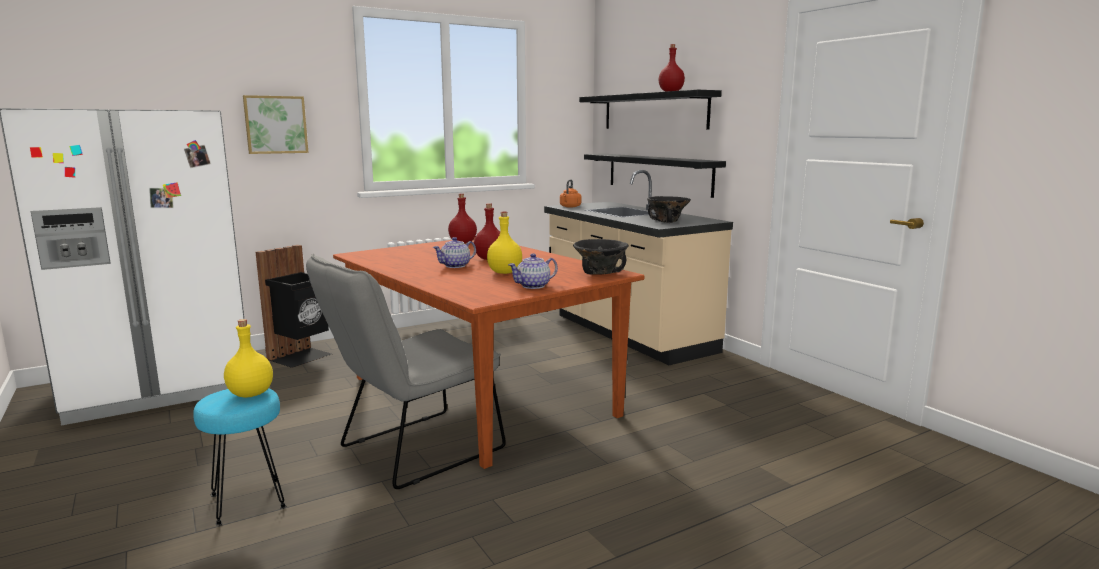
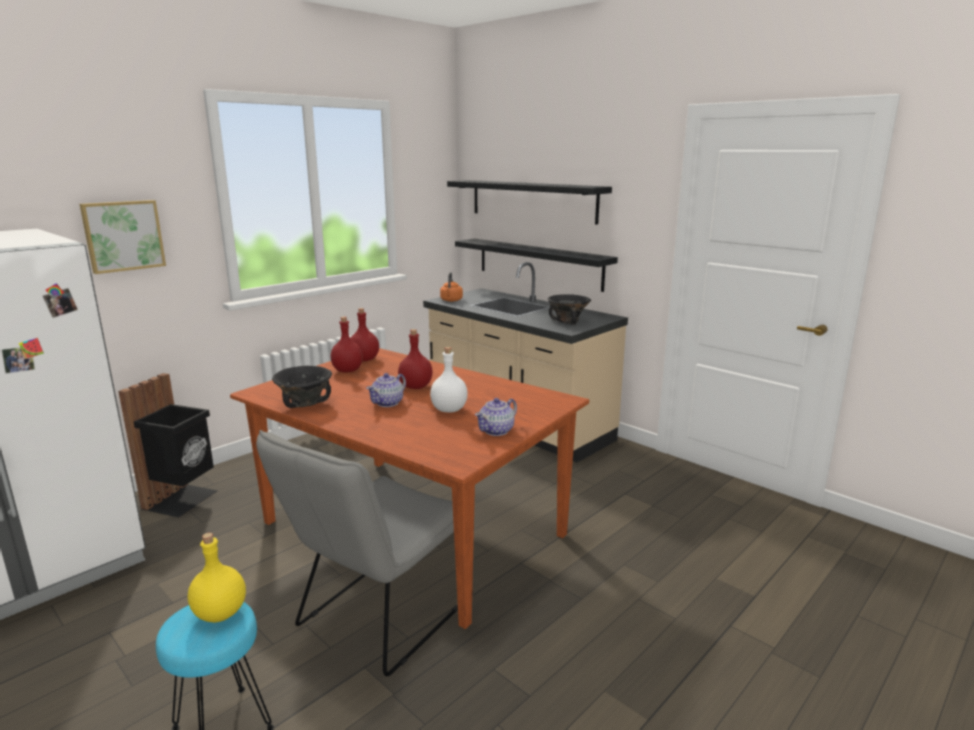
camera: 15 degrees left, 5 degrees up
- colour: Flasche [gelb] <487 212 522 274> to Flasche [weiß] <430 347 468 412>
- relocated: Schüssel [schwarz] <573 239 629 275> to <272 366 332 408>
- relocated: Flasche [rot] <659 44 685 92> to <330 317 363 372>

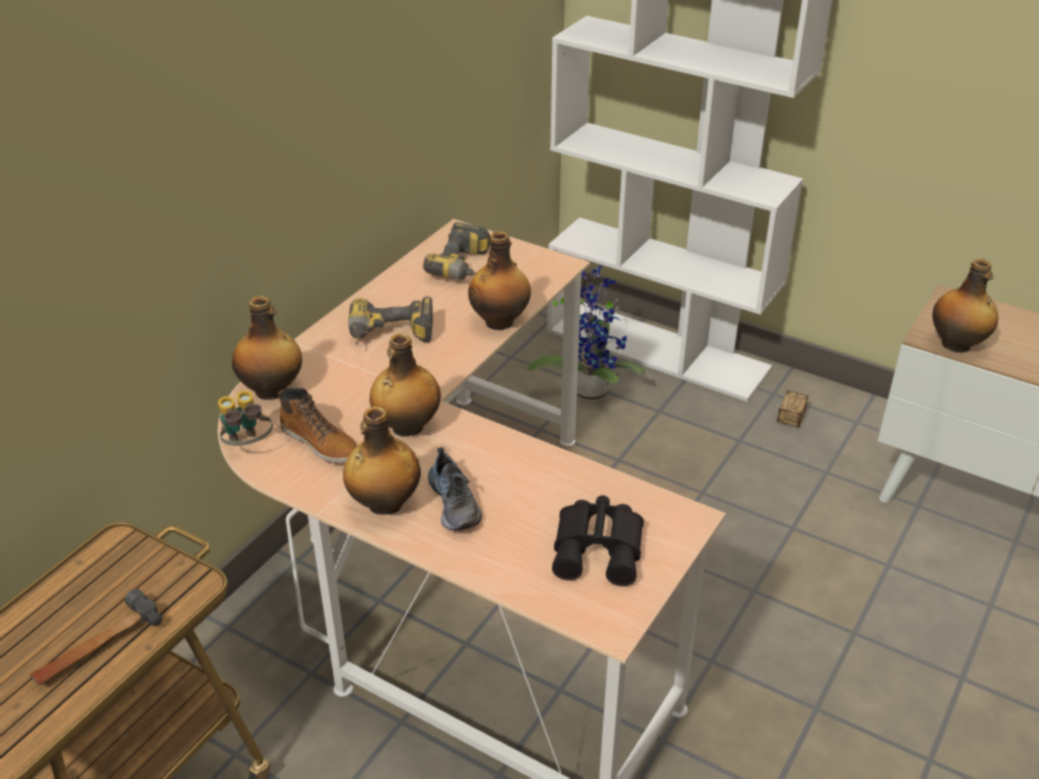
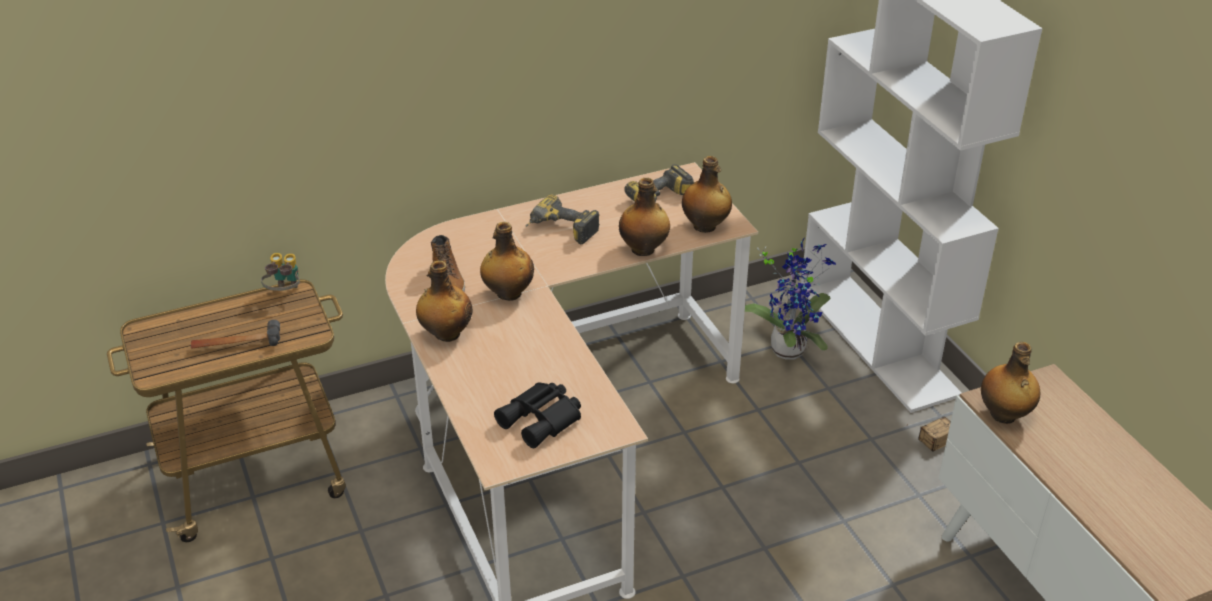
camera: 35 degrees right, 0 degrees up
- relocated: Fernglas <218 390 273 446> to <261 253 300 291>
- relocated: Flasche <232 296 302 400> to <682 156 732 233>
- missing: Schuh <428 447 482 531>

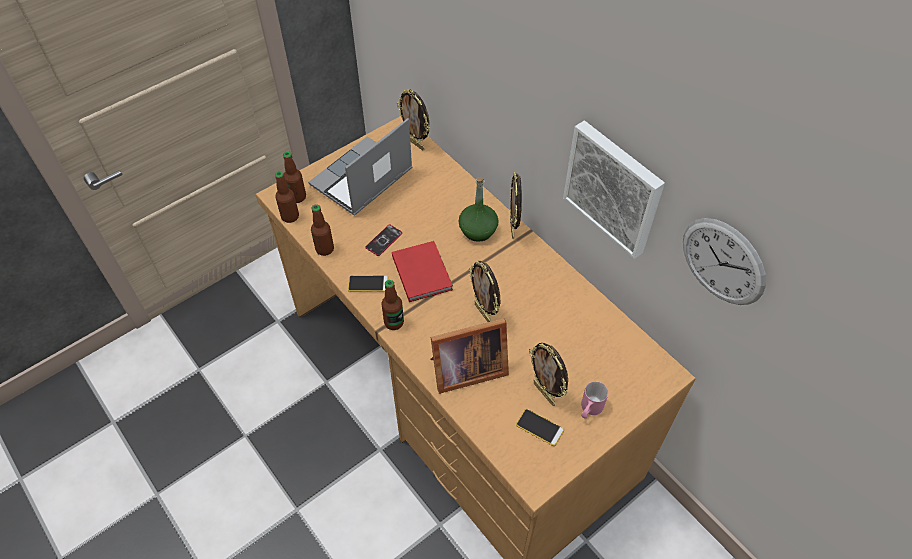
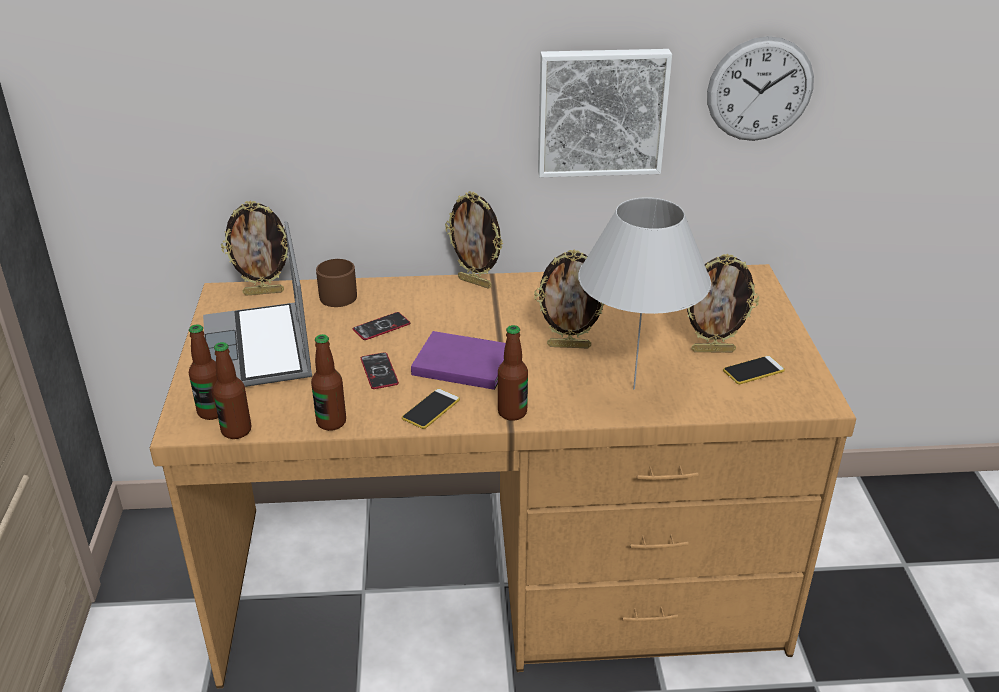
camera: 55 degrees left, 20 degrees down
- colour: Buch [rot] <392 241 453 302> to Buch [lila] <411 331 506 390>
- exchanged: Bilderrahmen <430 318 509 394> to Tischlampe [weiß] <578 197 711 389>
- missing: Flasche [grün] <458 177 499 242>
- missing: Henkelbecher [rosa] <581 381 608 419>
- appeared: Henkelbecher [braun] <316 259 357 307>
- appeared: Handy <353 312 410 340>

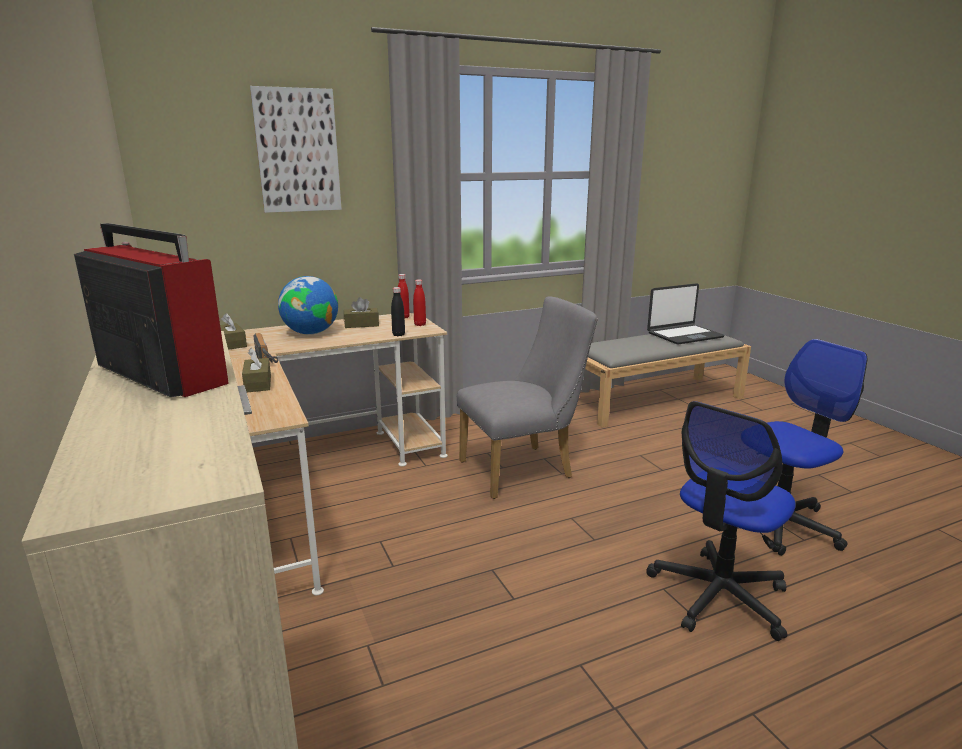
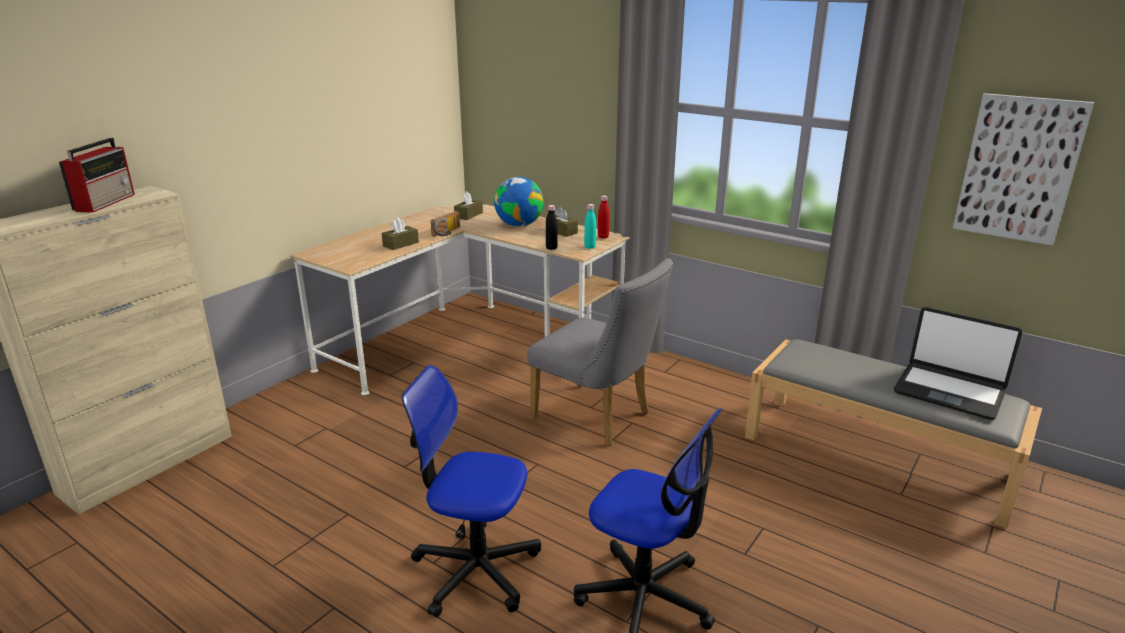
camera: 60 degrees right, 5 degrees up
- relocated: Bild <250 86 342 213> to <953 93 1094 245>
- colour: Flasche [rot] <413 279 426 326> to Flasche [türkis] <584 204 596 249>

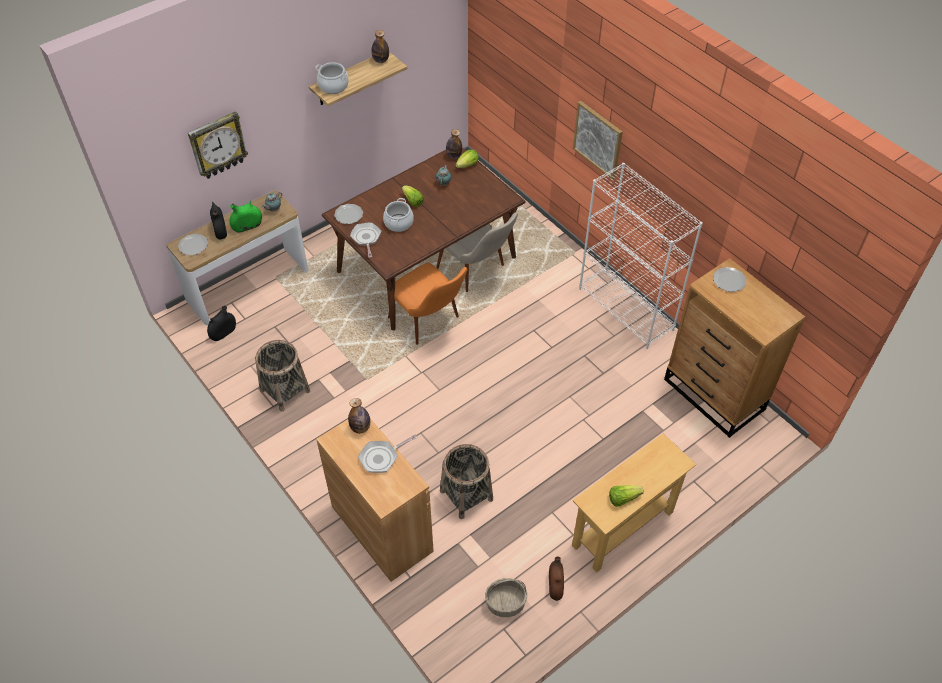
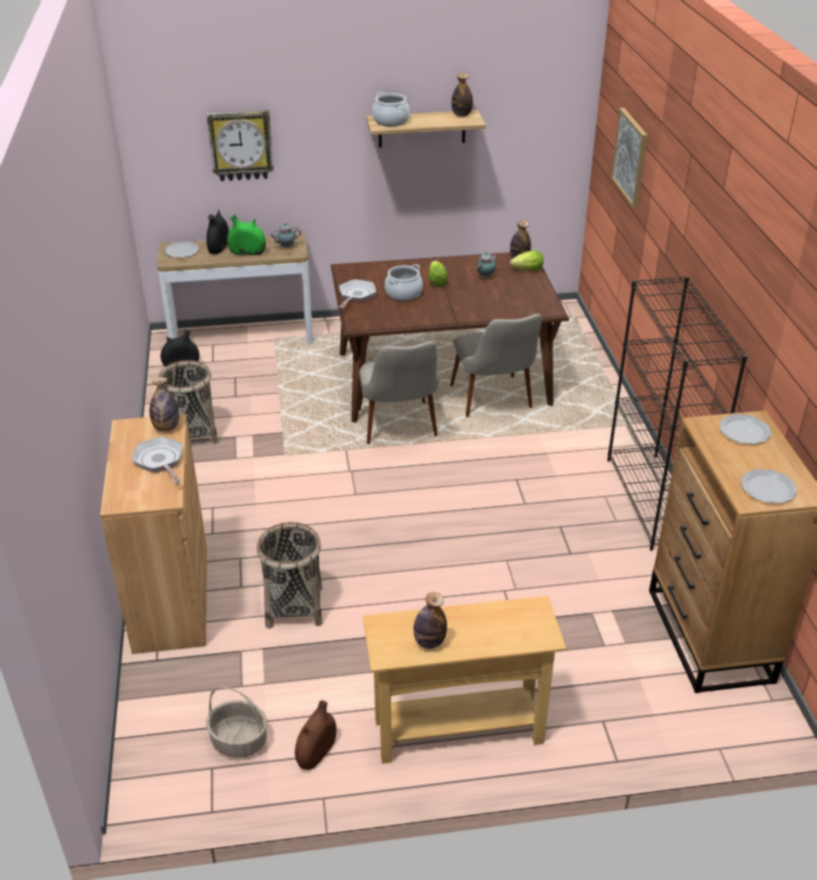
camera: 30 degrees right, 15 degrees down
- relocated: Teller <334 204 363 224> to <741 469 797 504>
- spun: Pfanne <358 434 418 473> = <132 436 183 483> 60 degrees clockwise
- colour: Stuhl [orange] <388 263 467 345> to Stuhl [beige] <359 341 439 444>
- relocated: Bild <573 101 623 180> to <611 108 648 208>
- colour: Bücherregal [weiß] <579 163 703 349> to Bücherregal [schwarz] <607 276 748 551>
- exchanged: Salatkopf <609 485 644 507> to Flasche <414 592 447 649>

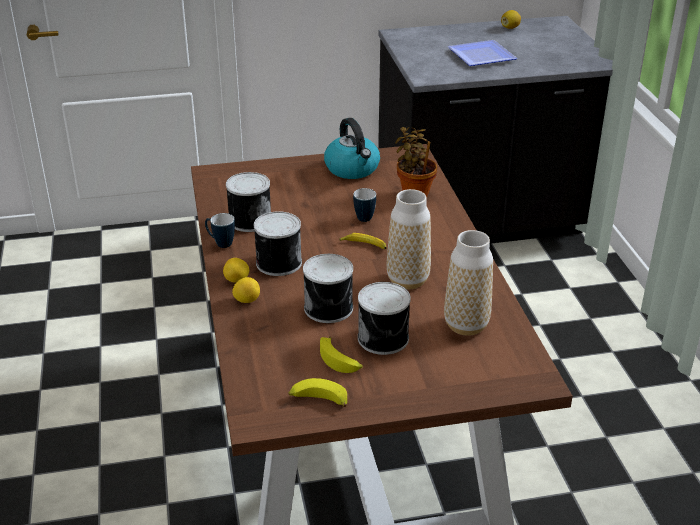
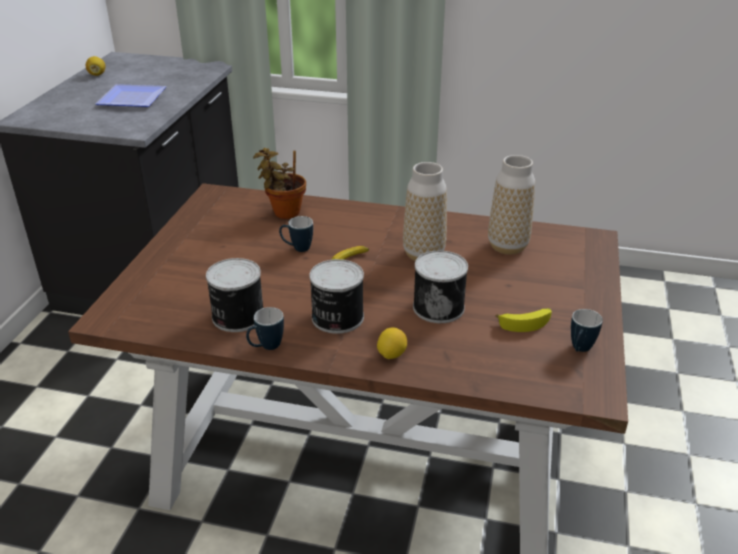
camera: 65 degrees left, 0 degrees up
- missing: Zitrone <223 258 249 282>
- exchanged: Banane <288 378 347 407> to Henkelbecher <571 309 603 352>
- missing: Wasserkessel <324 118 380 179>
- missing: Dose <358 282 411 355>

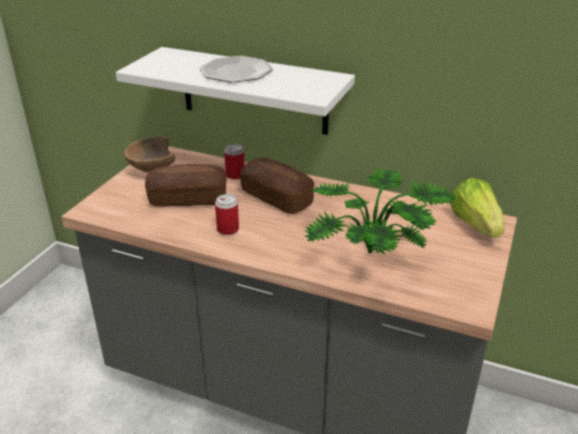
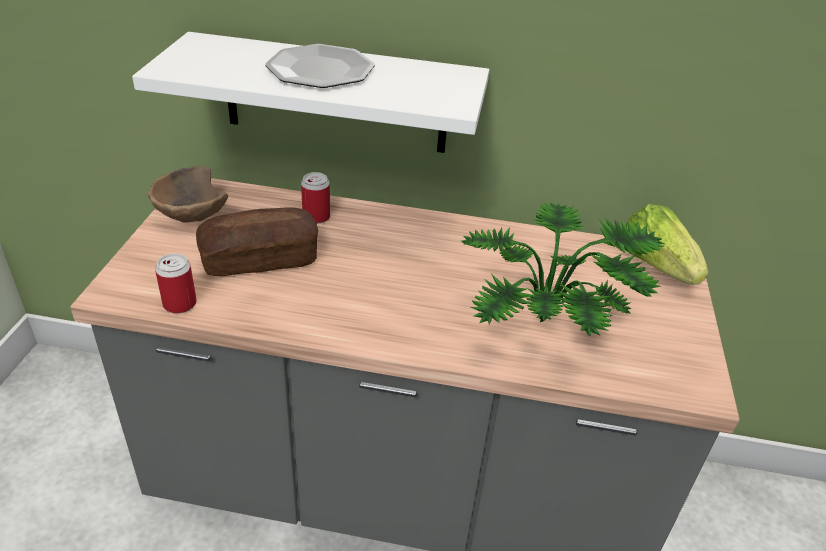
camera: 15 degrees left, 5 degrees up
- relocated: Dose <215 194 239 235> to <155 253 197 313>
- missing: Brot <240 158 315 214>

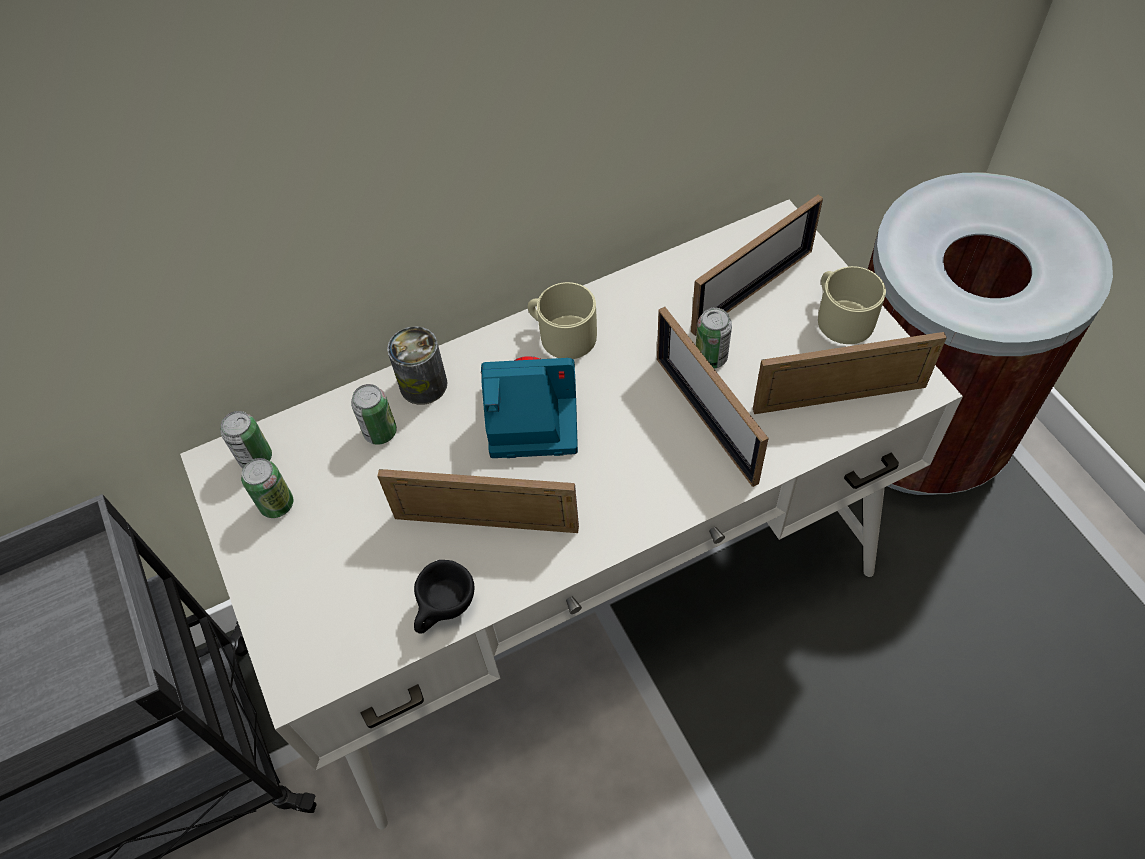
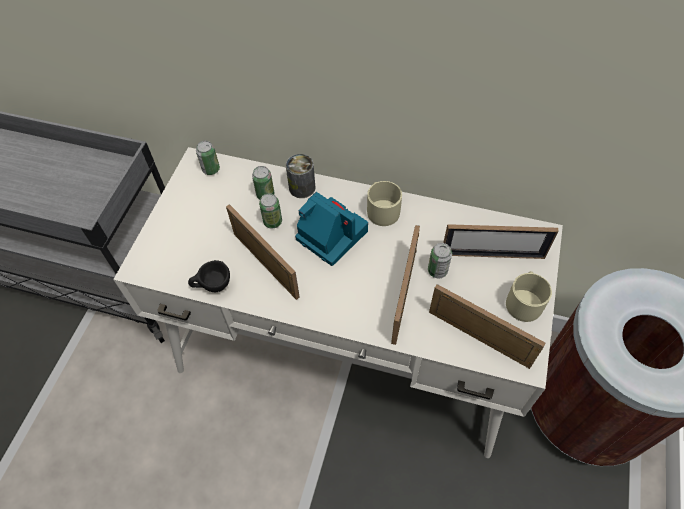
camera: 40 degrees right, 0 degrees up
- relocated: Dose <241 458 294 518> to <259 193 282 228>

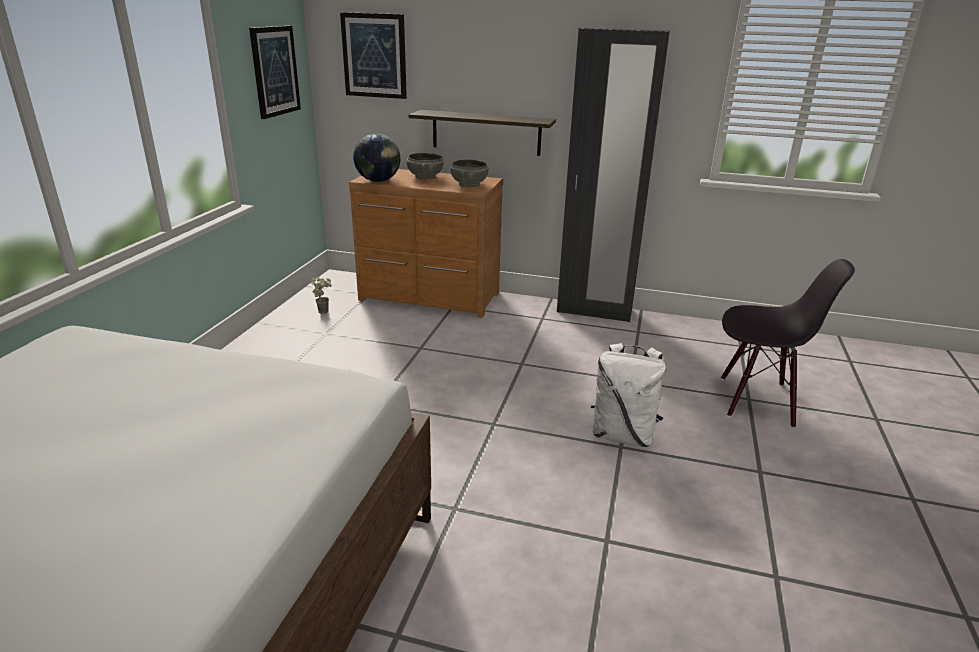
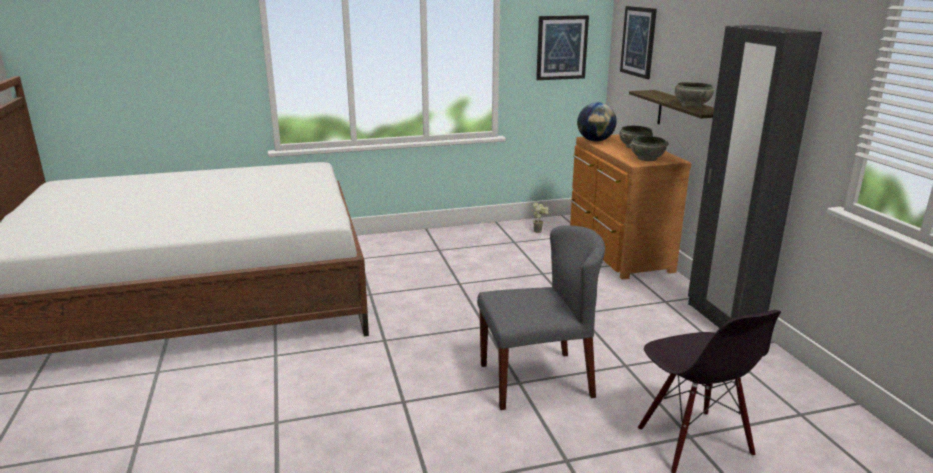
camera: 60 degrees right, 5 degrees down
- exchanged: Rucksack [weiß] <591 343 666 447> to Stuhl [grau] <477 225 605 410>
- appeared: Schüssel [grau] <675 82 714 108>

